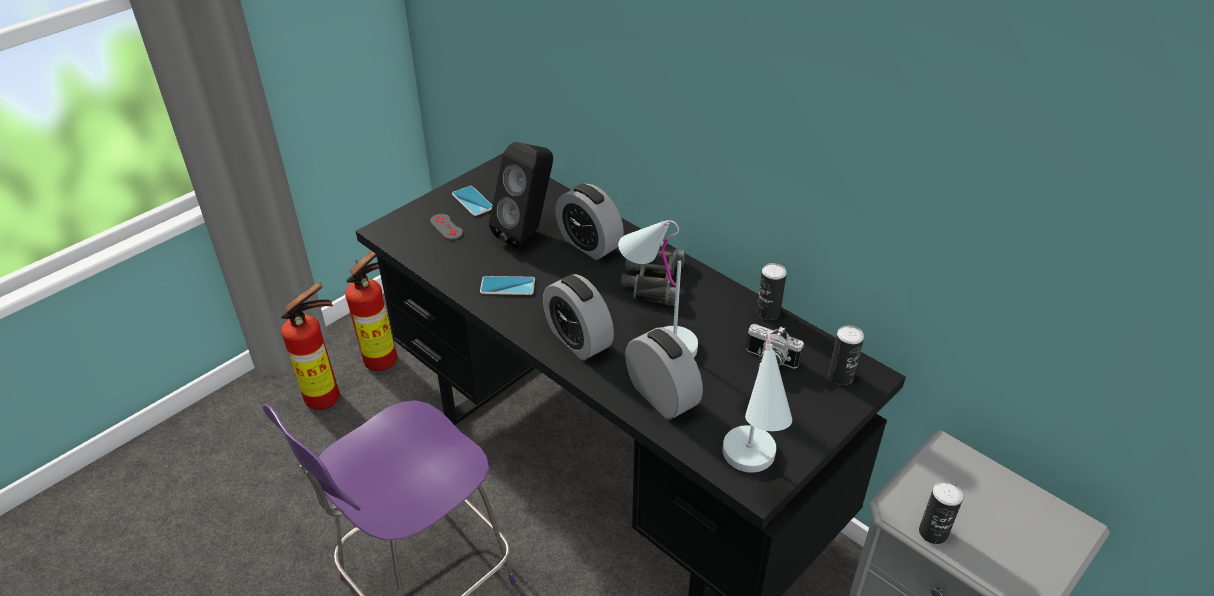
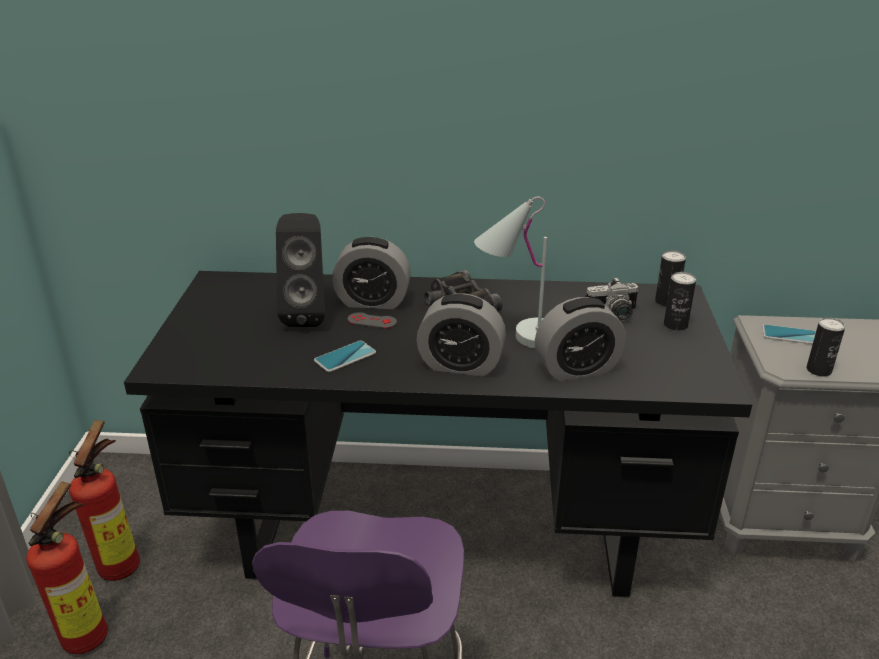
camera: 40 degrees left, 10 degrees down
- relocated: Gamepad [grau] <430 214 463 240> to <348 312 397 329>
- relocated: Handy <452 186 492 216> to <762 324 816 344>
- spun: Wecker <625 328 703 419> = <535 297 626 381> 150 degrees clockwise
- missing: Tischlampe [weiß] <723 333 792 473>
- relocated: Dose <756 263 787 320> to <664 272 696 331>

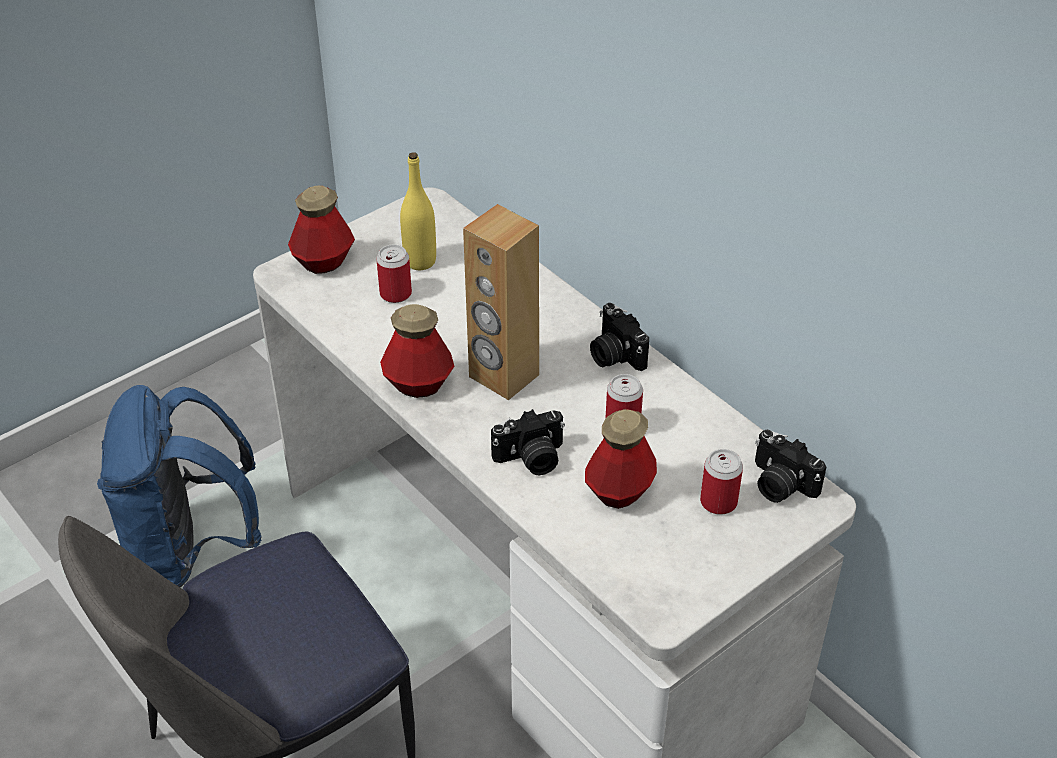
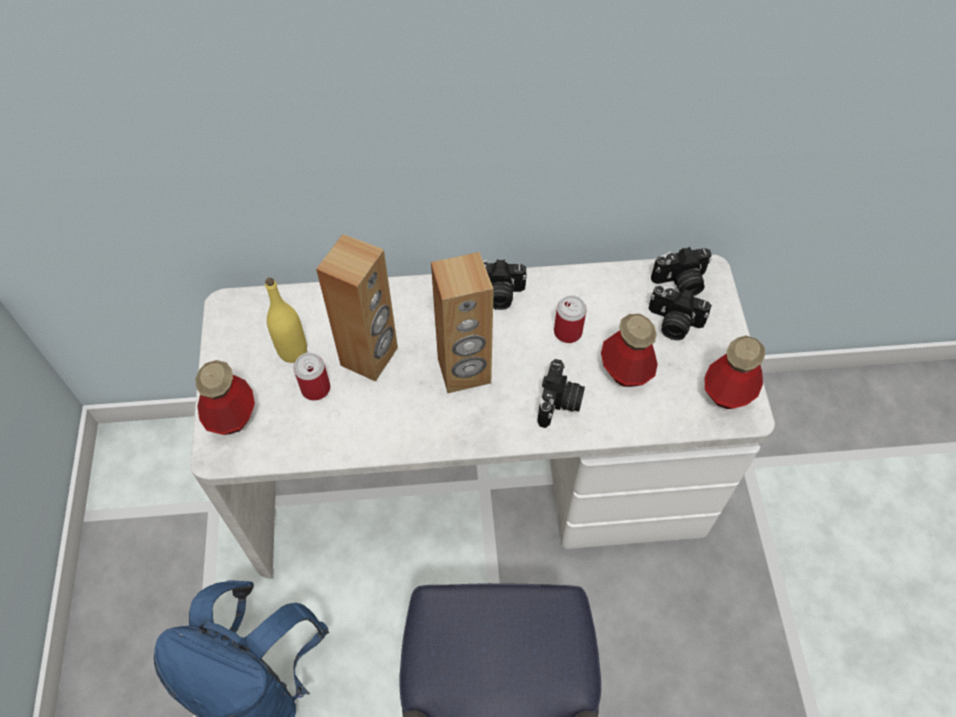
camera: 55 degrees left, 15 degrees up
- relocated: Flasche <380 304 455 398> to <704 336 765 409>
- exchanged: Dose <700 449 743 515> to Kamera <648 286 712 340>
- appeared: Lautsprecher [braun] <316 234 398 382>

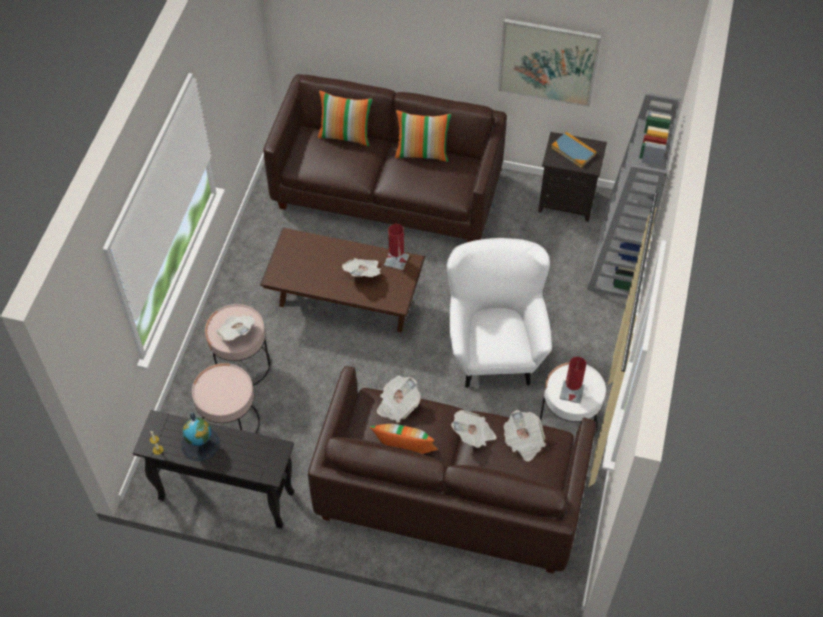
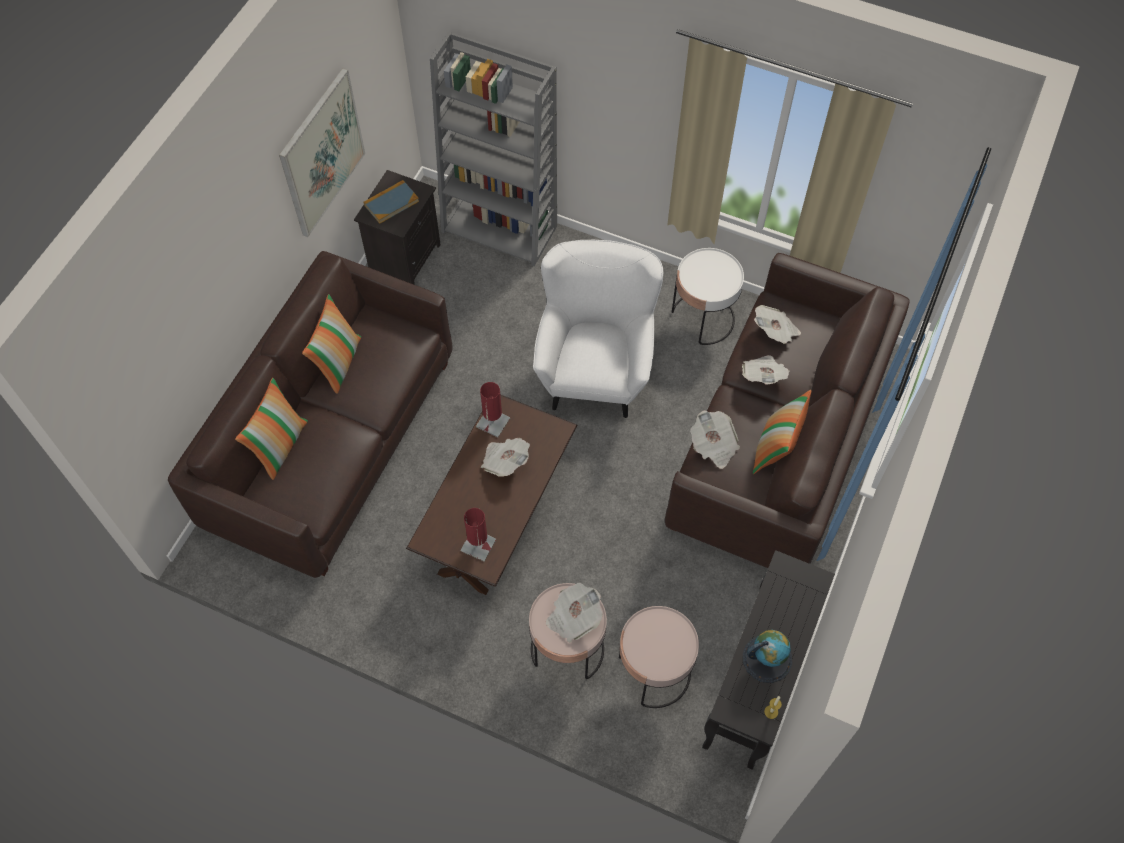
camera: 80 degrees left, 5 degrees up
- spun: Sessel [weiß] <447 238 552 388> = <533 240 663 418> 90 degrees clockwise
- relocated: Tischlampe [rot] <559 357 586 404> to <460 508 496 561>

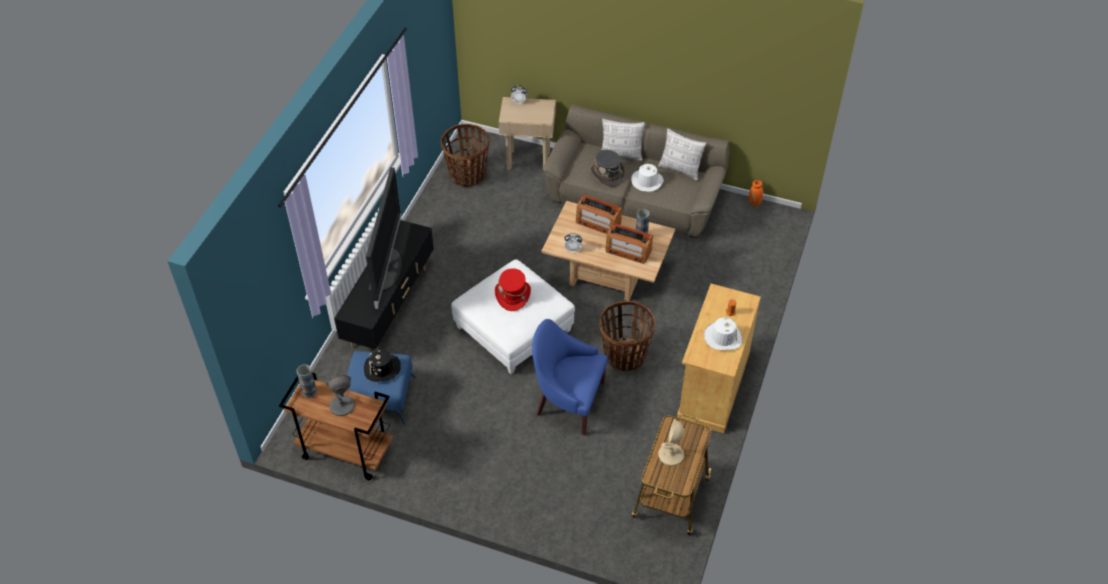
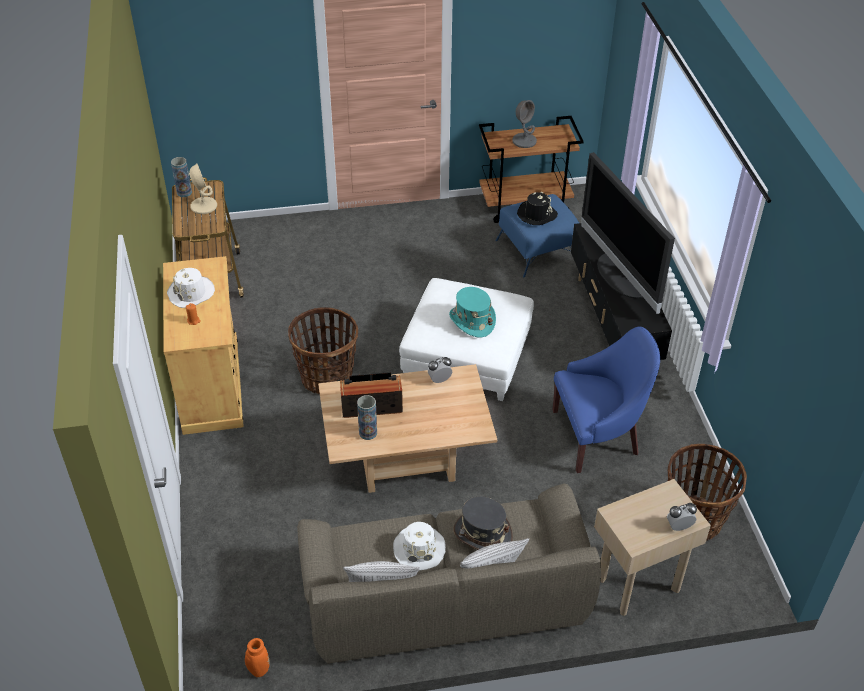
camera: 150 degrees right, 5 degrees down
- relocated: Vase <297 364 317 398> to <171 157 192 197>
- colour: Hut [rot] <495 268 531 311> to Hut [türkis] <449 287 496 338>
- relocated: Sessel [blau] <532 319 608 435> to <553 327 660 473>
- missing: Radio <576 195 622 234>

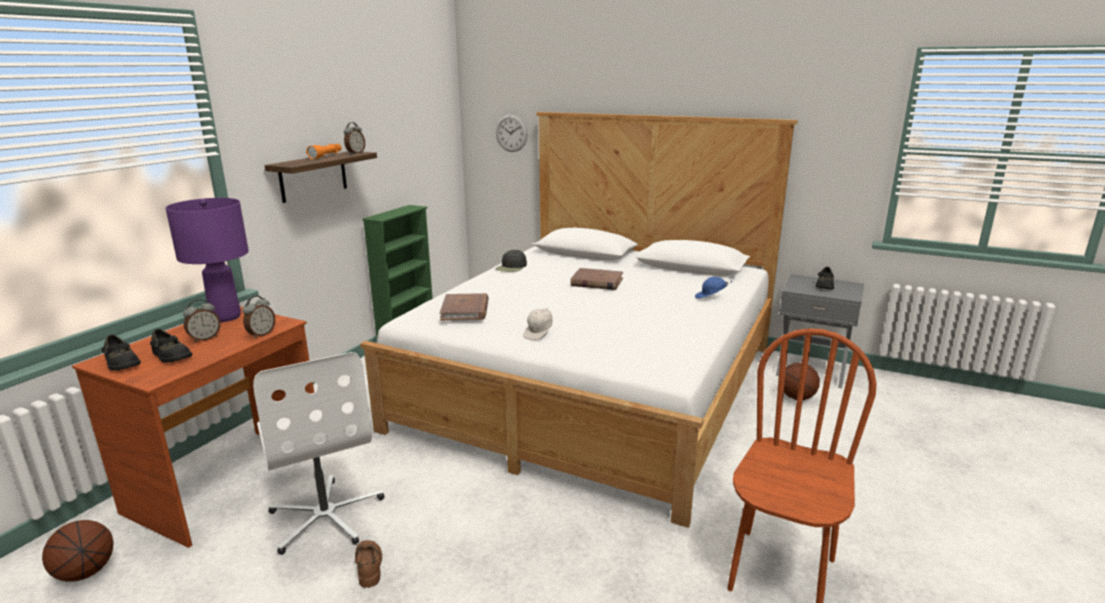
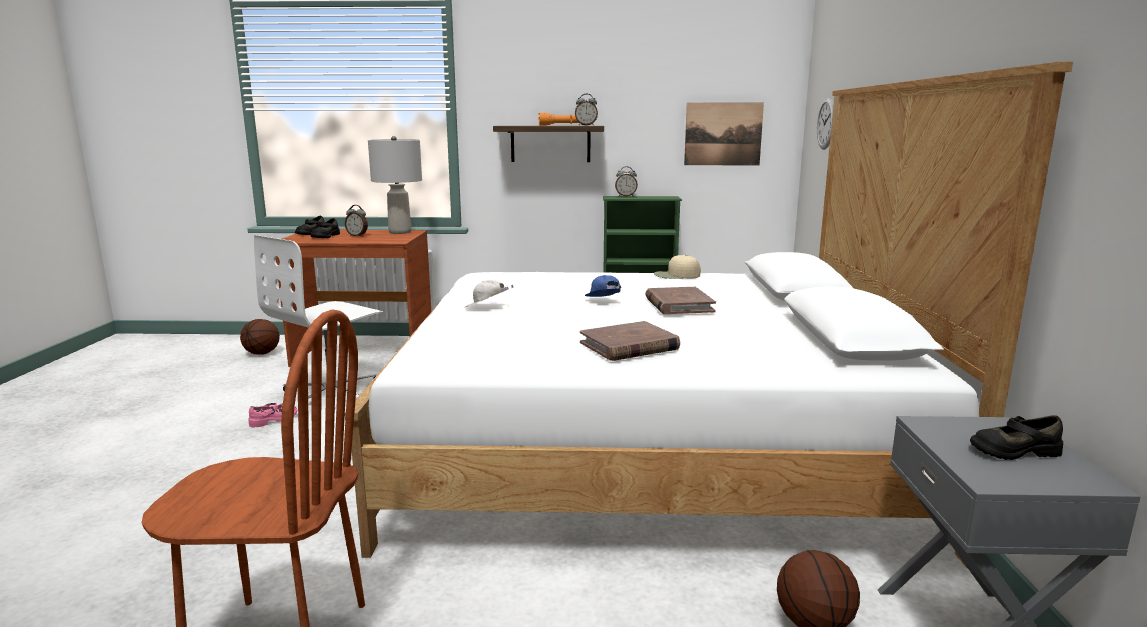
camera: 65 degrees right, 5 degrees down
- colour: Tischlampe [lila] <166 198 249 322> to Tischlampe [grau] <368 136 422 234>
- relocated: Wecker <243 296 276 339> to <615 166 638 197>
- colour: Schuh [braun] <355 540 382 588> to Schuh [rosa] <249 403 298 428>
- relocated: Buch [braun] <440 293 489 321> to <580 321 680 361>
- colour: Kappe [schwarz] <495 250 527 272> to Kappe [beige] <654 255 701 279>
- relocated: Kappe [blau] <695 277 732 299> to <585 275 621 297>
- appeared: Bild <684 103 764 165>

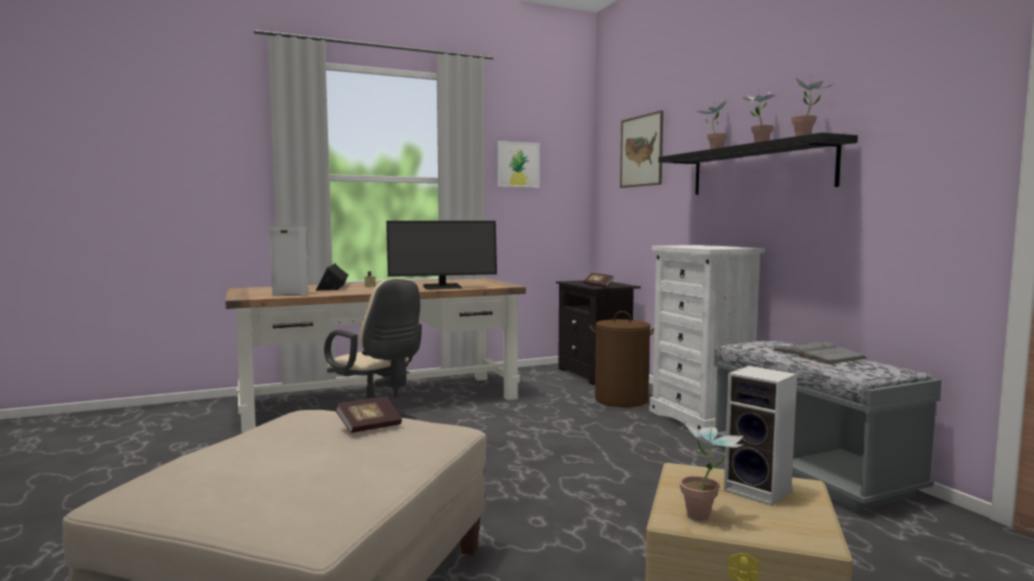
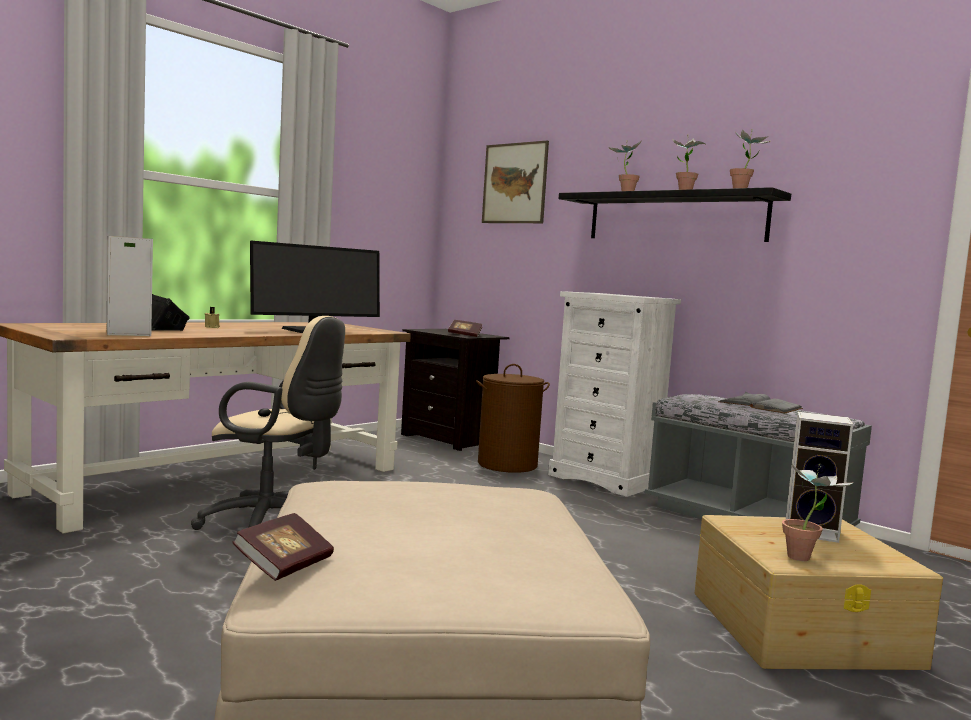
camera: 25 degrees left, 0 degrees up
- relocated: Buch <335 397 402 433> to <232 513 334 581>
- missing: Bild <497 141 539 188>

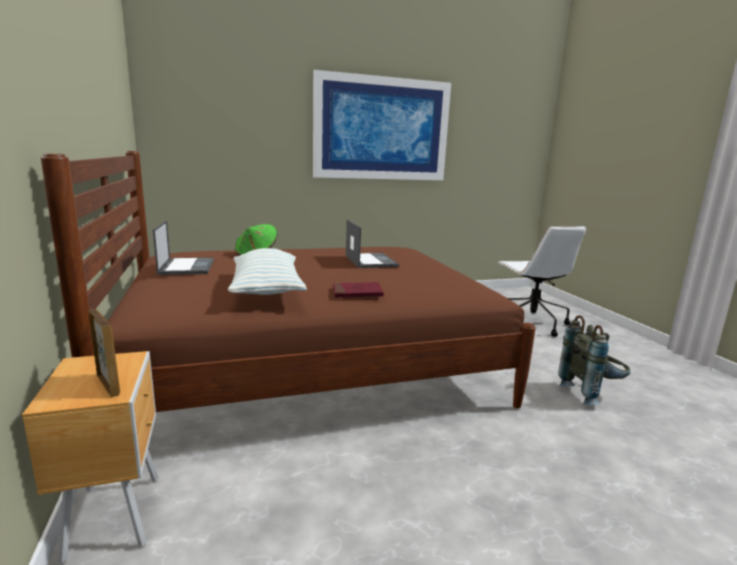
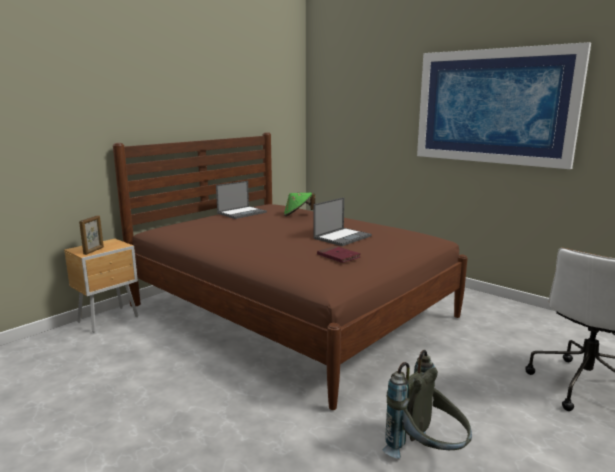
camera: 60 degrees right, 0 degrees up
- missing: Kissen <228 248 307 295>
- relocated: Buch [rot] <333 282 384 298> to <317 246 361 263>

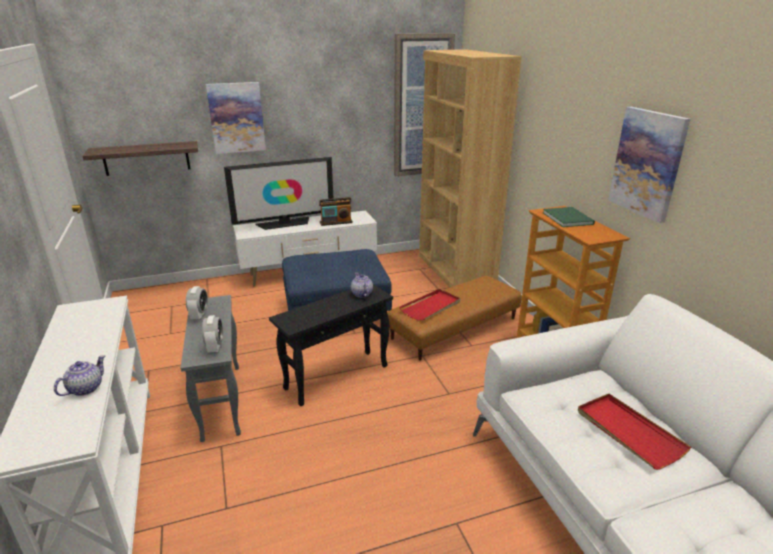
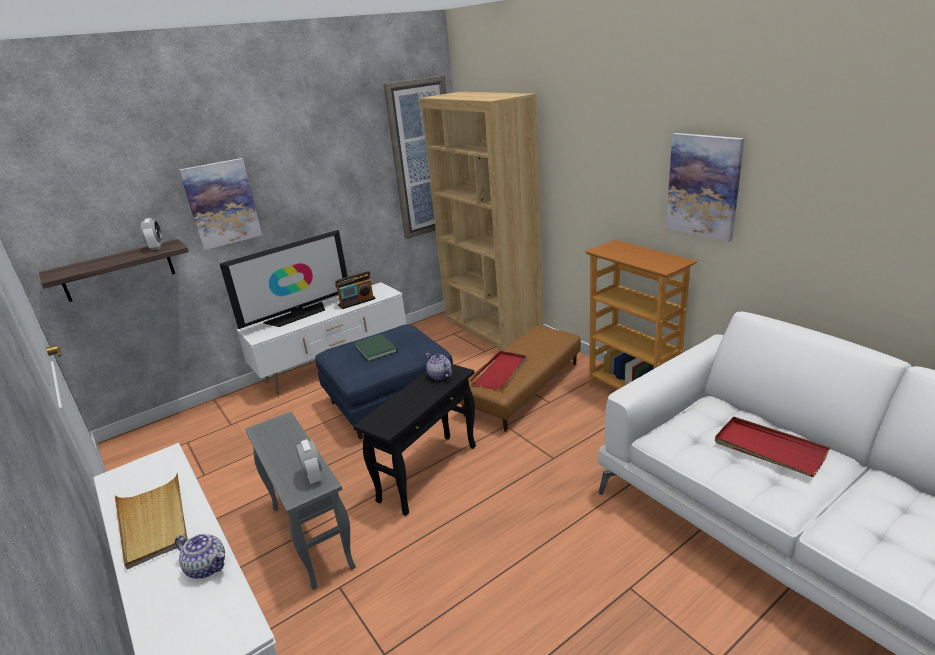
camera: 15 degrees left, 0 degrees up
- spun: Teekanne <54 355 106 396> = <175 534 225 579> 105 degrees clockwise
- relocated: Wecker <186 286 208 320> to <141 218 162 250>
- relocated: Buch [grün] <543 207 595 227> to <354 334 398 361>
- appeared: Tablett [beige] <115 472 188 569>

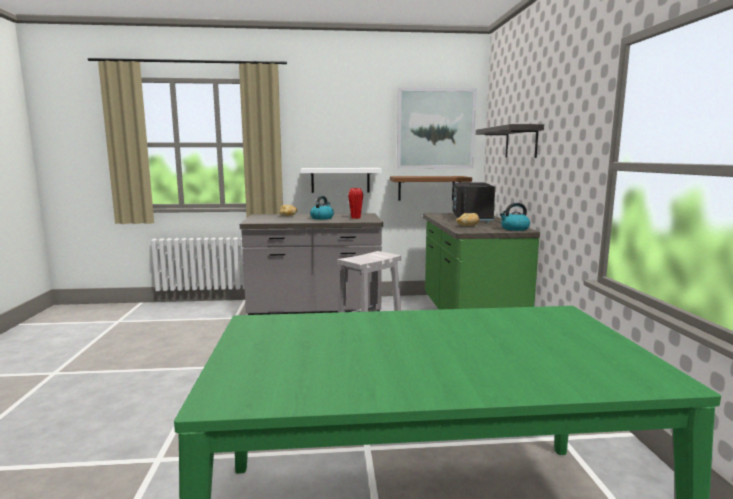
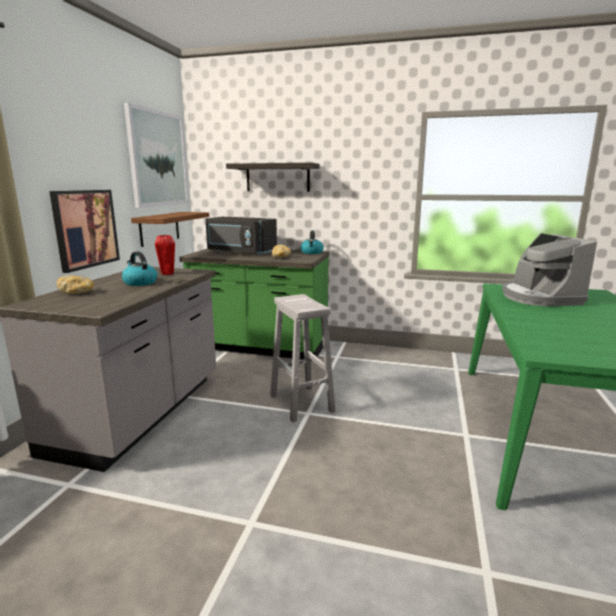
camera: 70 degrees left, 5 degrees up
- exchanged: Wandregal [weiß] <300 168 382 193> to Bild <49 190 120 273>
- appeared: Kaffeemaschine <502 233 597 306>

